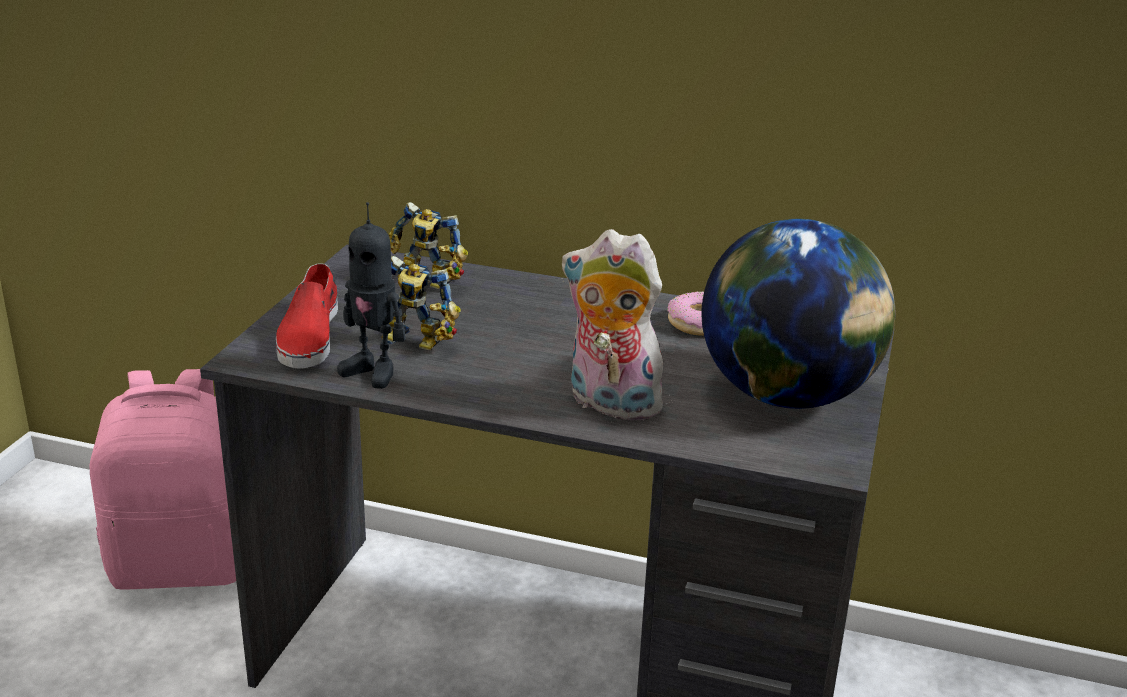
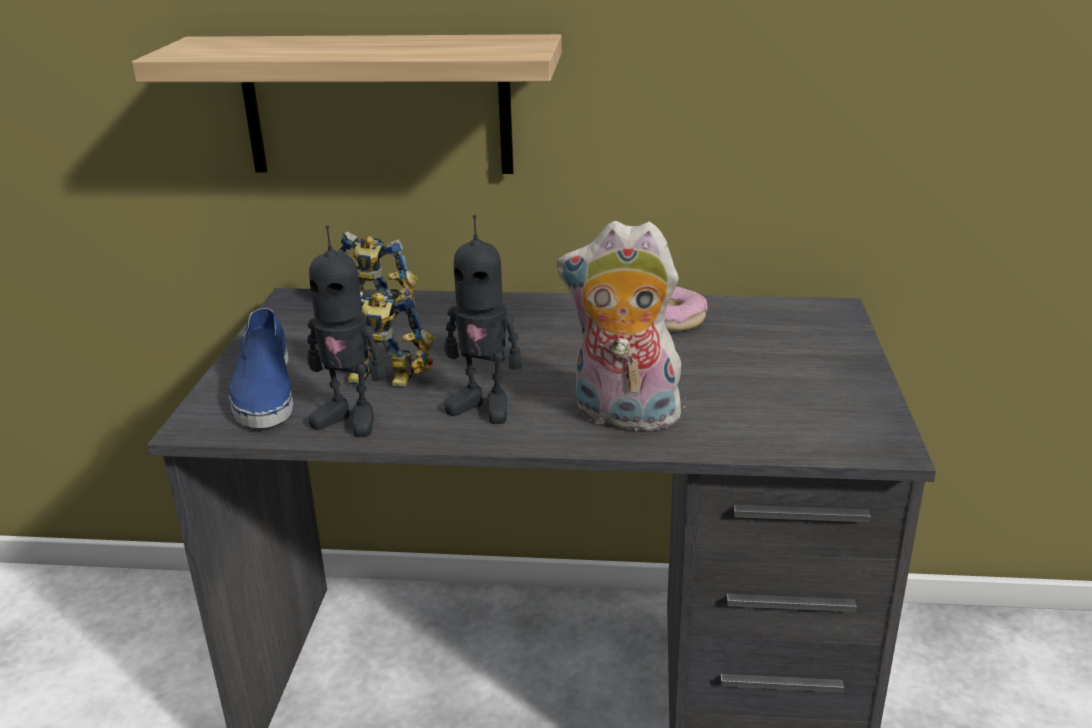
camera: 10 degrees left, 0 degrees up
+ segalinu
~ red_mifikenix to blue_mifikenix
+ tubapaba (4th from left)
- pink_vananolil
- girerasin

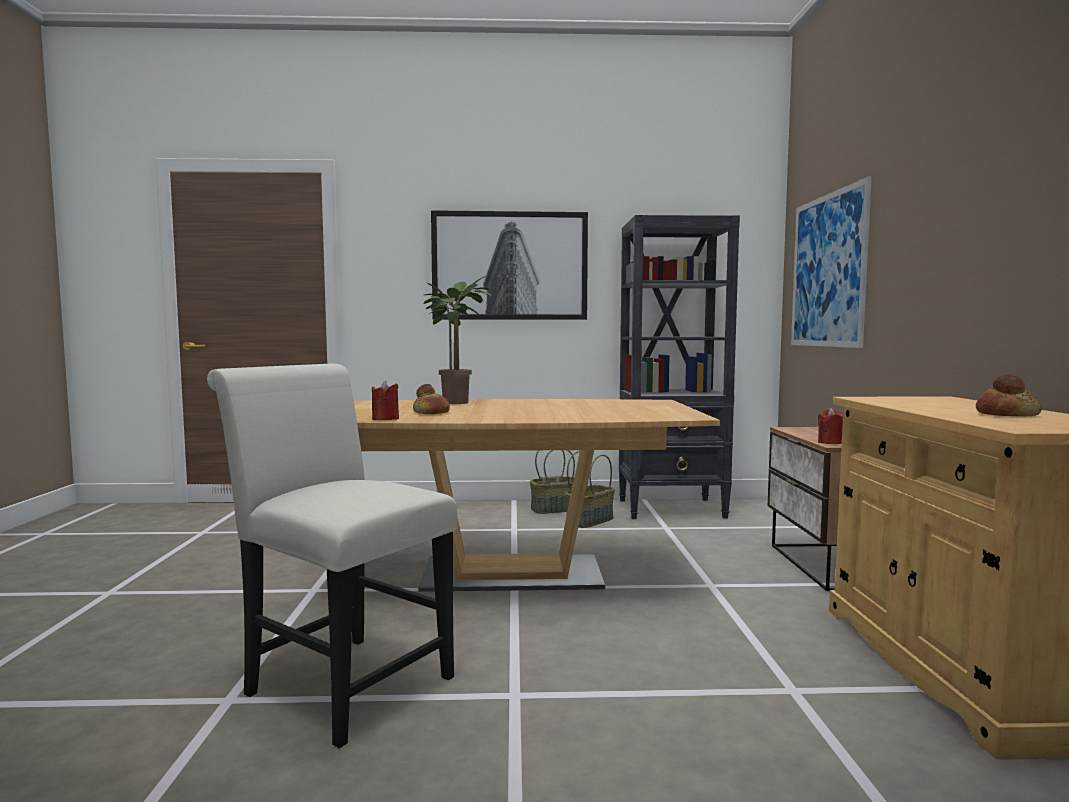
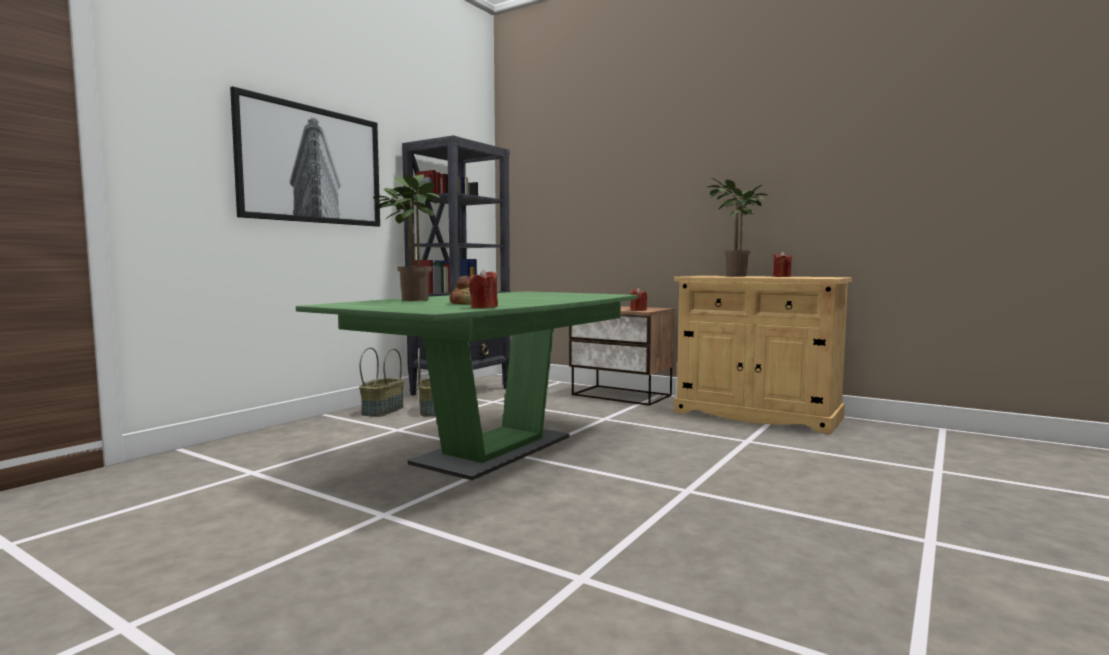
camera: 55 degrees left, 0 degrees up
~ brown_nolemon to green_nolemon
+ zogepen (2nd from left)
~ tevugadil (2nd from left) to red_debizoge (3rd from left)
- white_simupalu
- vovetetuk (2nd from left)

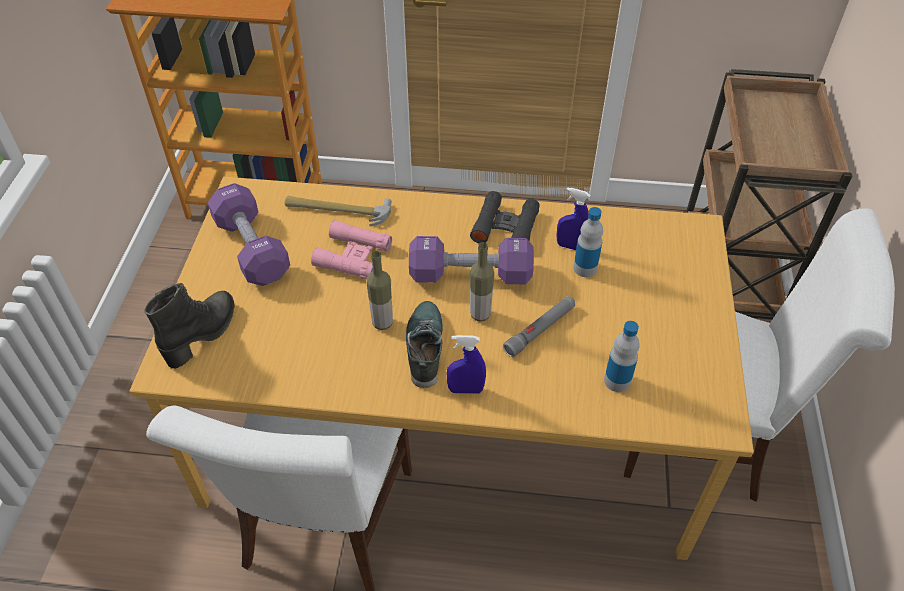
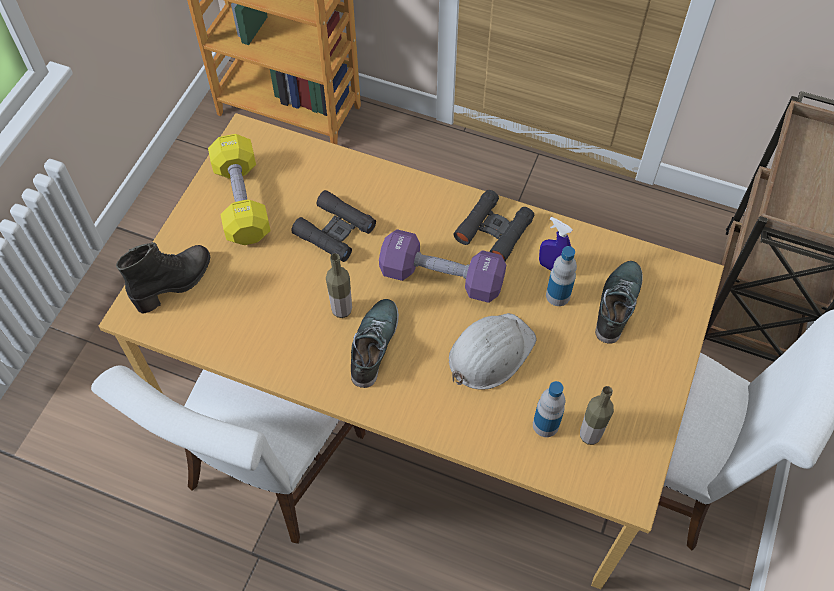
camera: 15 degrees right, 10 degrees up
~ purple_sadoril (1st from left) to yellow_sadoril
~ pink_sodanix to black_sodanix (1st from left)
~ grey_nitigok to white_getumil
~ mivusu (2nd from left in the first image) to mivusu (4th from left)
+ mifikenix (2nd from left)
- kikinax
- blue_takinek (1st from left)

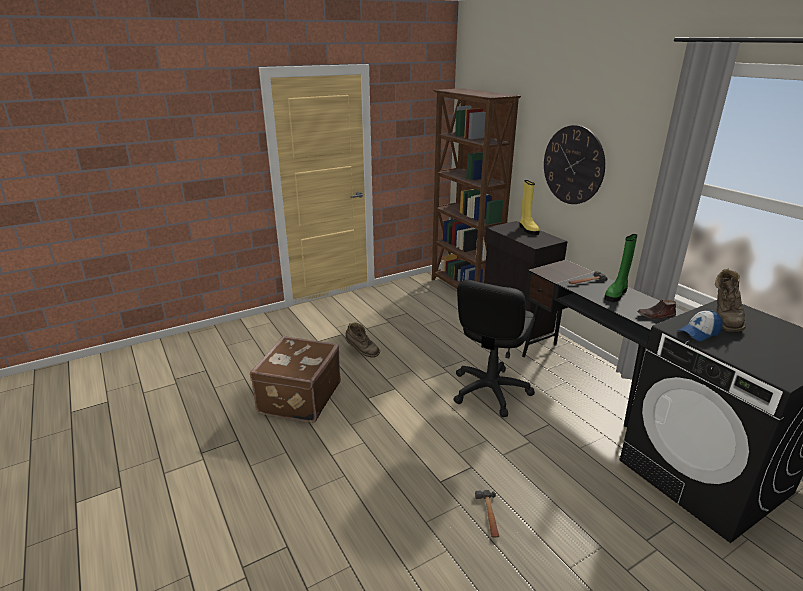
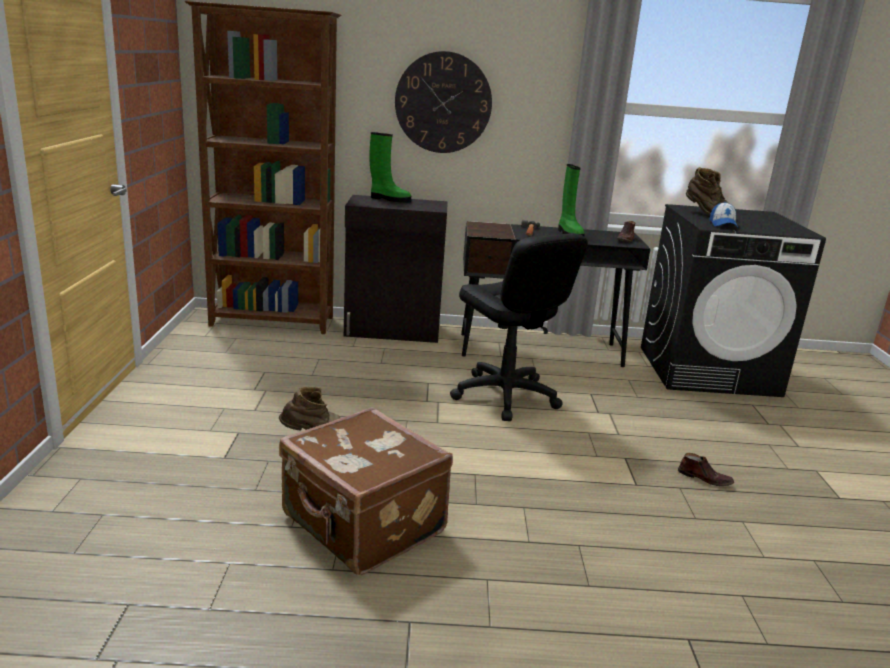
camera: 60 degrees left, 5 degrees down
~ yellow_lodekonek to green_lodekonek (1st from left)
~ kikinax (1st from left) to brown_mifikenix (2nd from left)

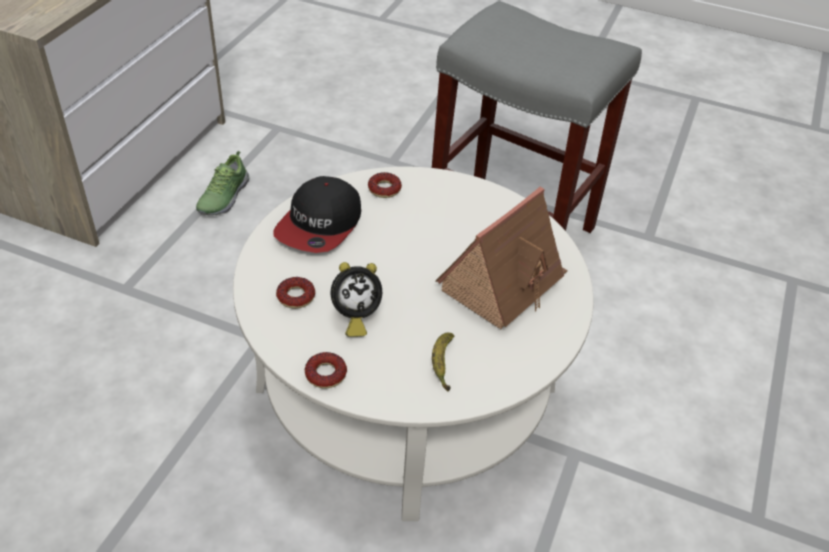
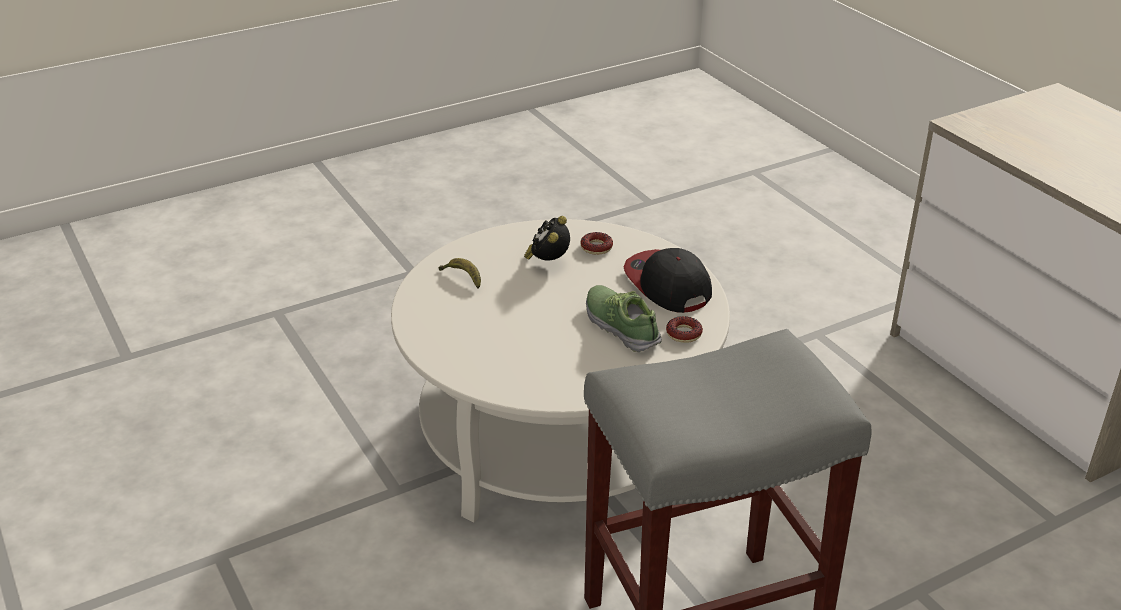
camera: 130 degrees right, 10 degrees down
~ mifikenix
- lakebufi (2nd from left)
- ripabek

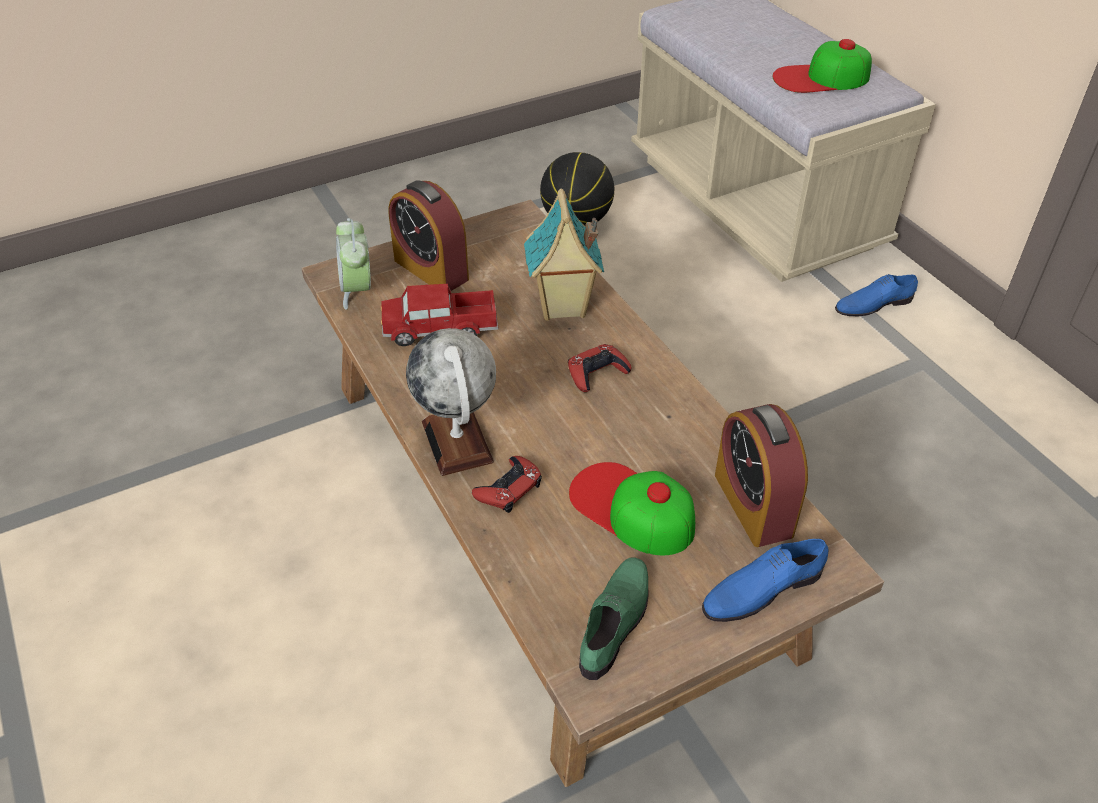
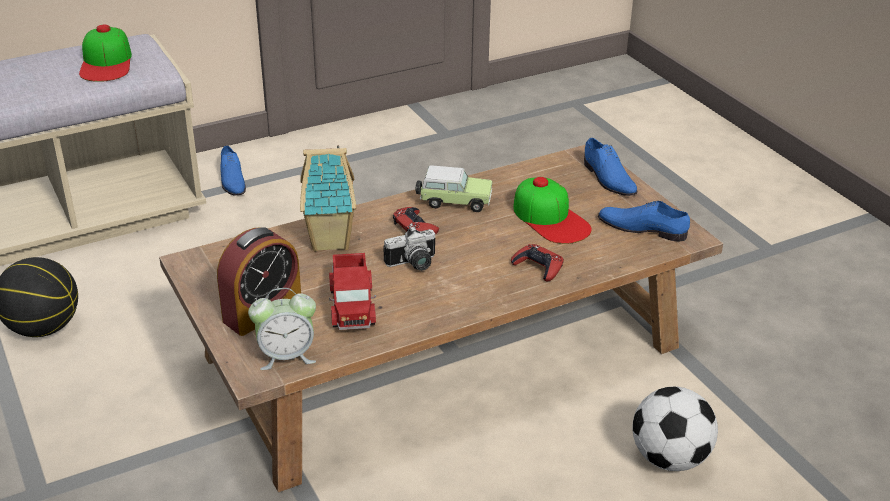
camera: 90 degrees left, 10 degrees down
+ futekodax
+ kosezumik
~ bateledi (1st from left in the first image) 75 degrees counterclockwise
~ green_mifikenix to blue_mifikenix (3rd from left)
+ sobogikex
- girerasin
- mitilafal (3rd from left)

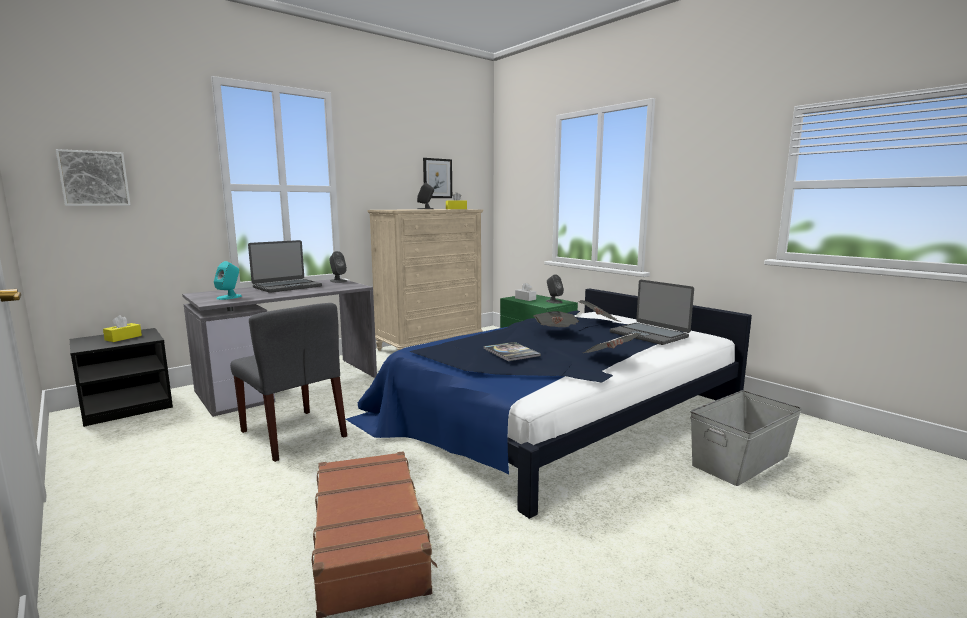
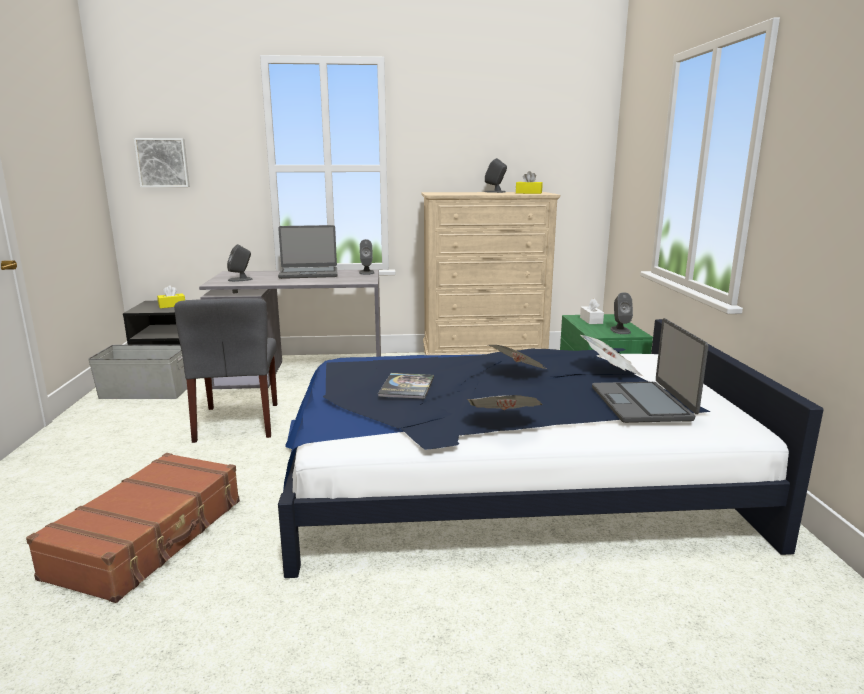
camera: 35 degrees right, 5 degrees up
~ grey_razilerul
~ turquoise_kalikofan to grey_kalikofan (1st from left)
- vovetetuk (2nd from left)

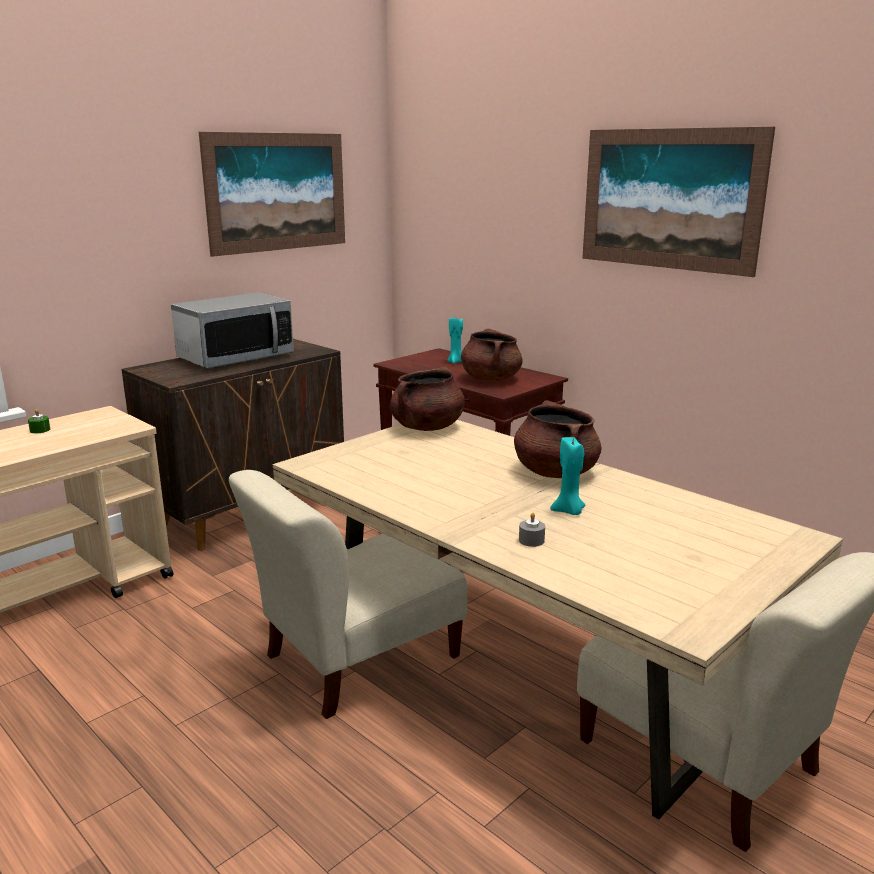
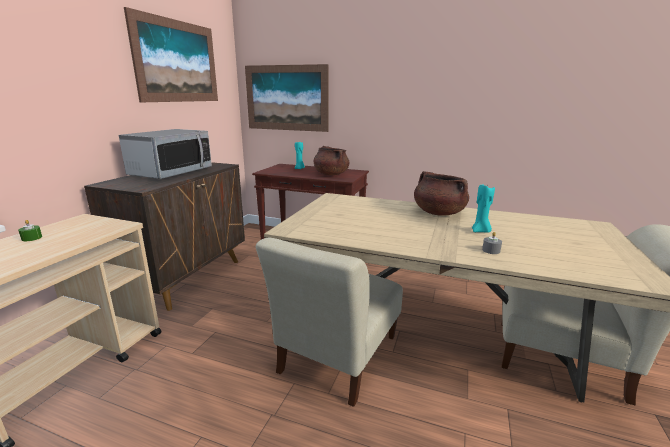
camera: 25 degrees left, 0 degrees up
~ vovetetuk (2nd from left)
- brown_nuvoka (1st from left)

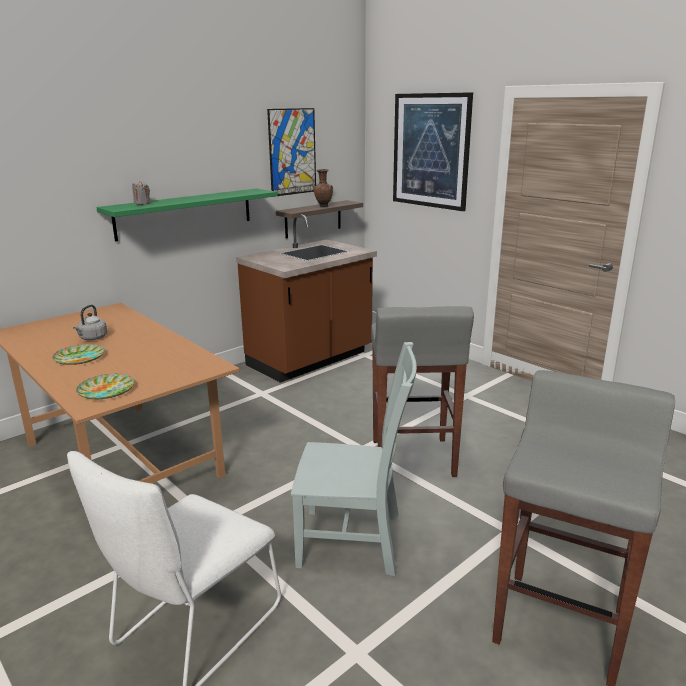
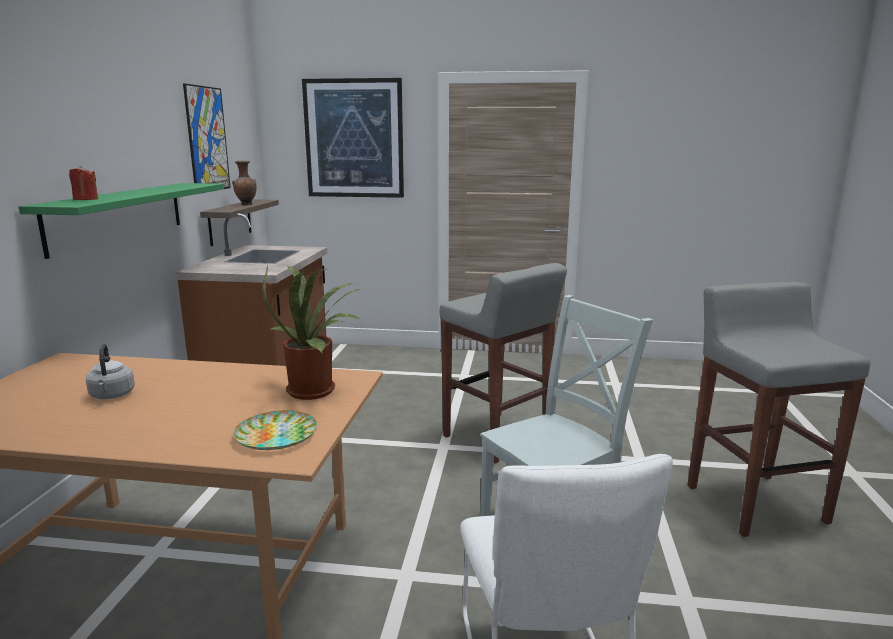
camera: 40 degrees left, 5 degrees down
~ grey_debizoge to red_debizoge
+ zogepen
- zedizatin (1st from left)

